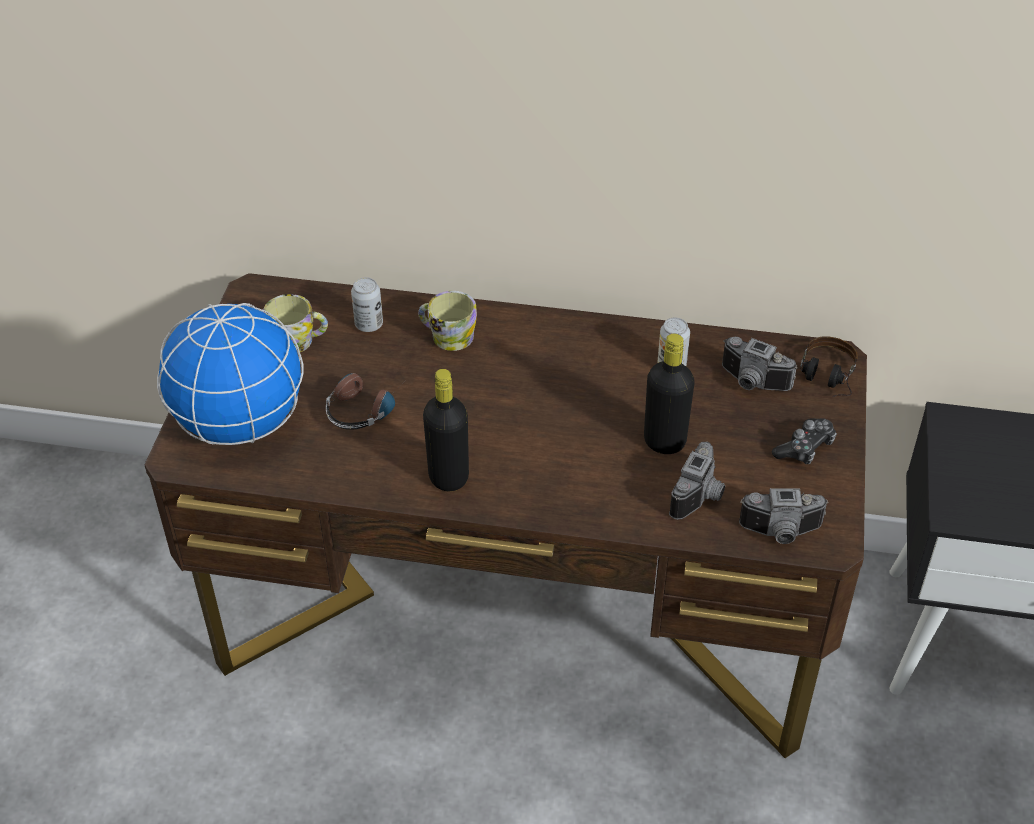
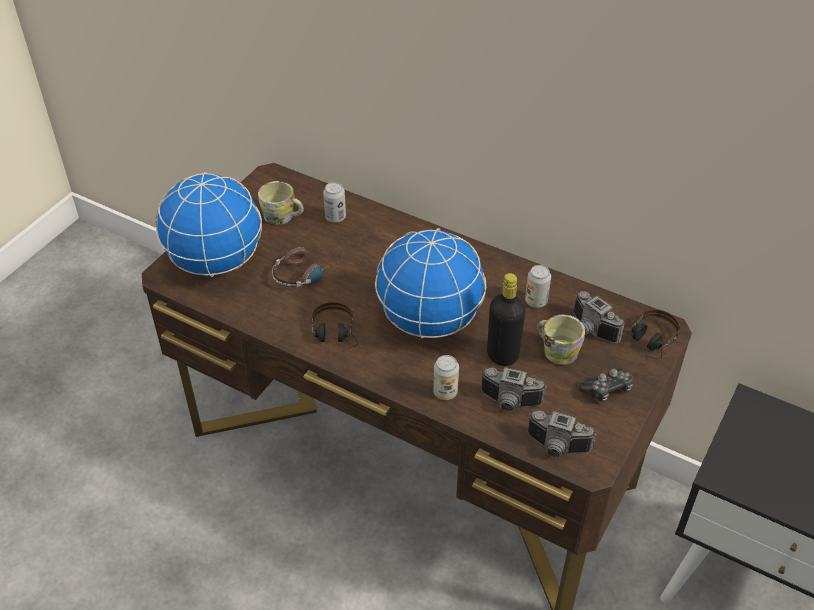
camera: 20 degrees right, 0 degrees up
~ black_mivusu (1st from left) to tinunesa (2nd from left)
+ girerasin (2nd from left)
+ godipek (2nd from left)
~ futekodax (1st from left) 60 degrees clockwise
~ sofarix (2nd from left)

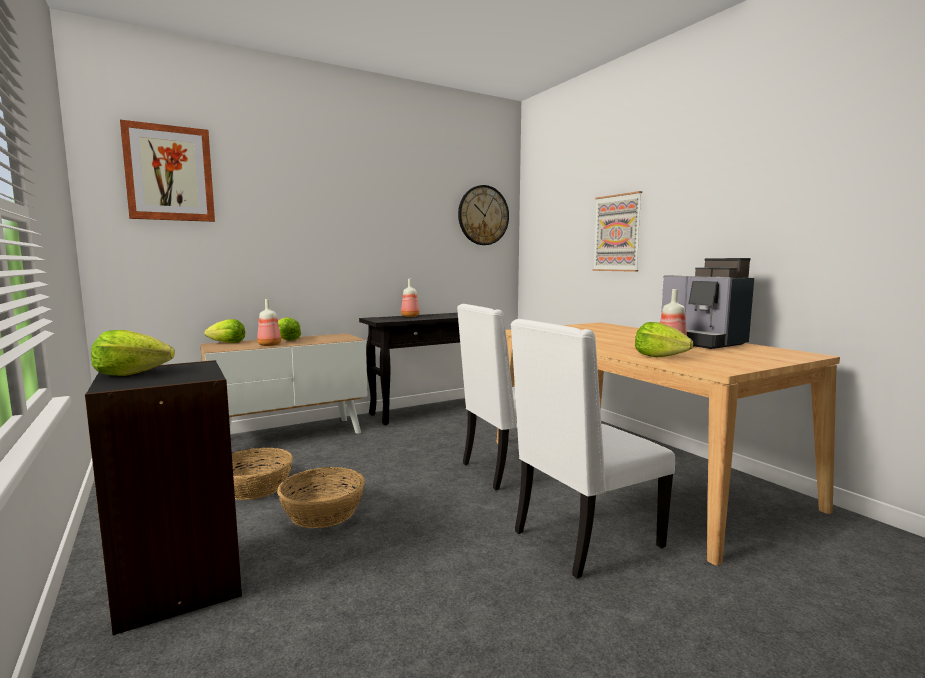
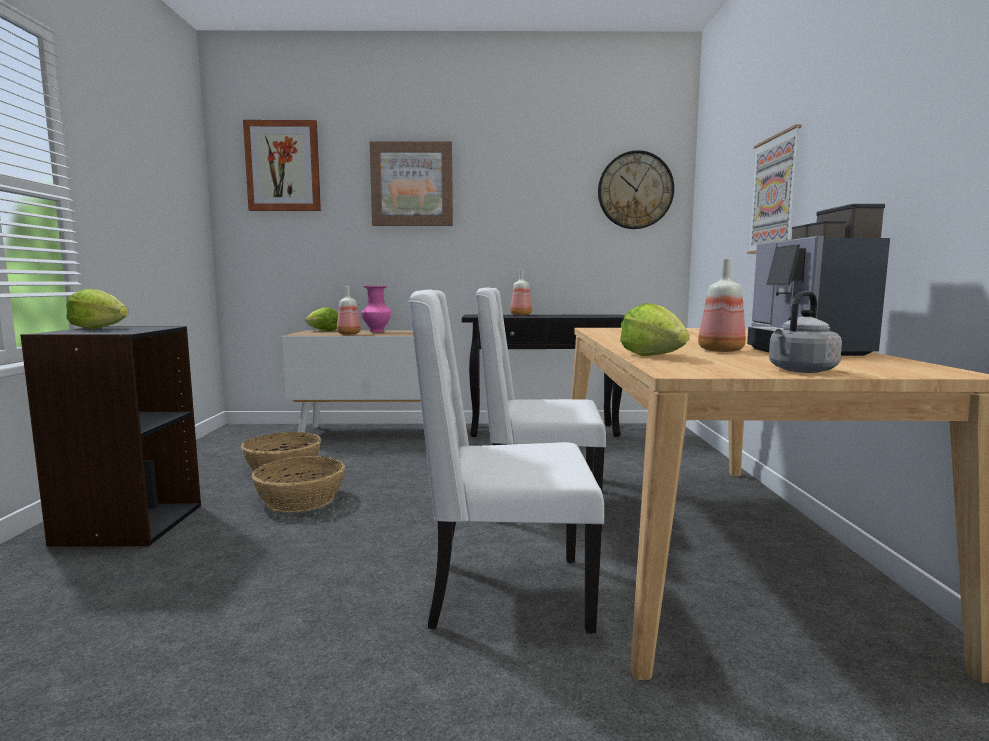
camera: 30 degrees right, 0 degrees up
~ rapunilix (3rd from left) to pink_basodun
+ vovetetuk (2nd from left)
+ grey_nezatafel

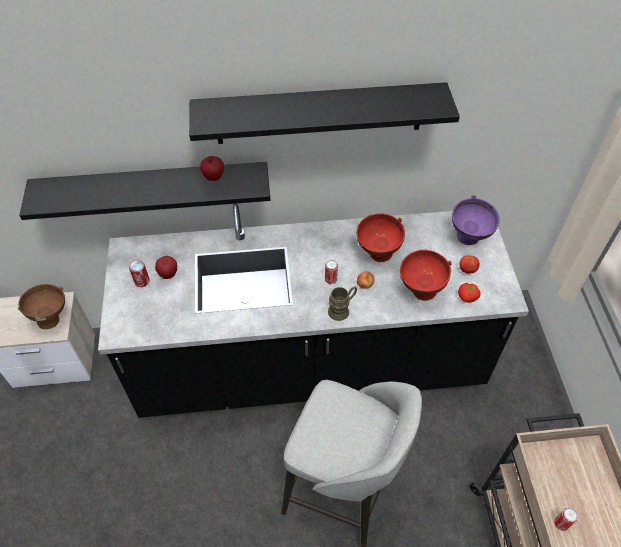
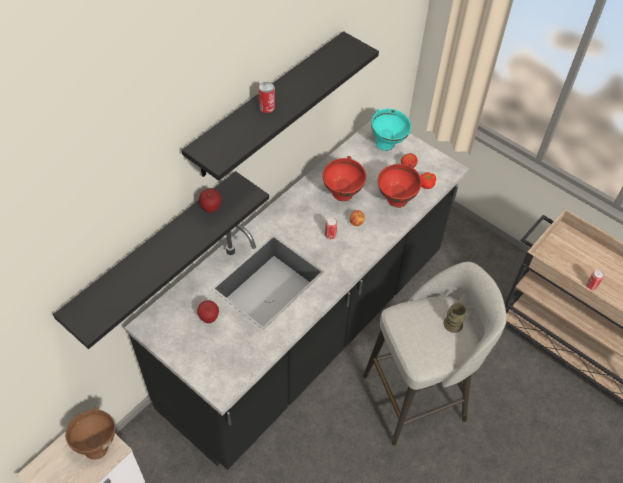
camera: 45 degrees left, 0 degrees up
~ godipek (1st from left)
~ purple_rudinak to turquoise_rudinak
~ brown_sofarix

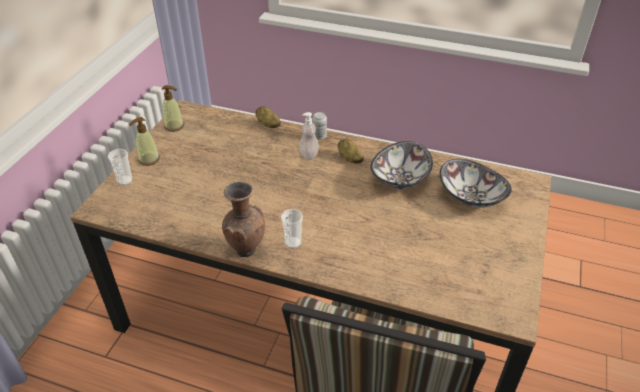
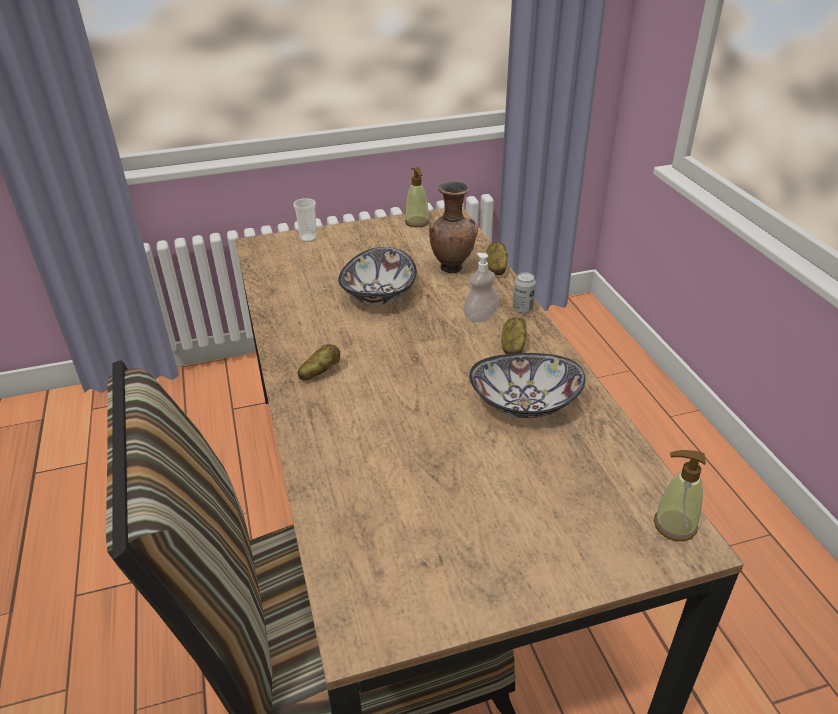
camera: 55 degrees right, 5 degrees down
~ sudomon (2nd from left) to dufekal (1st from left)
~ rudinak (2nd from left in the first image) to rudinak (1st from left)
~ brown_basodun
~ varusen (1st from left in the first image) to varusen (3rd from left)

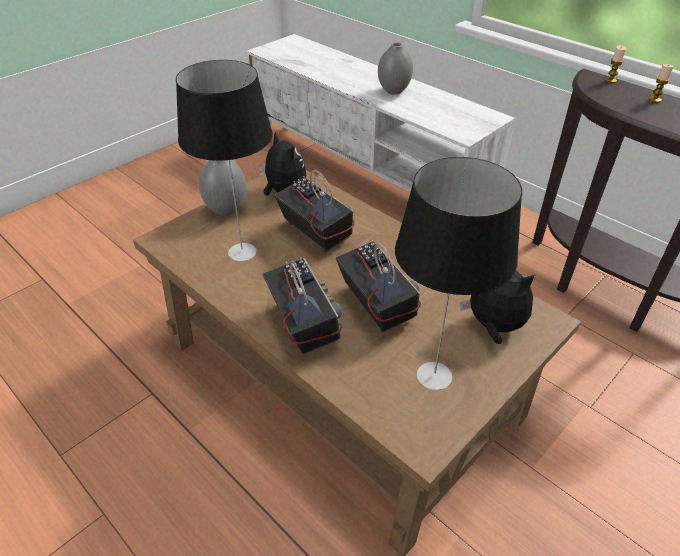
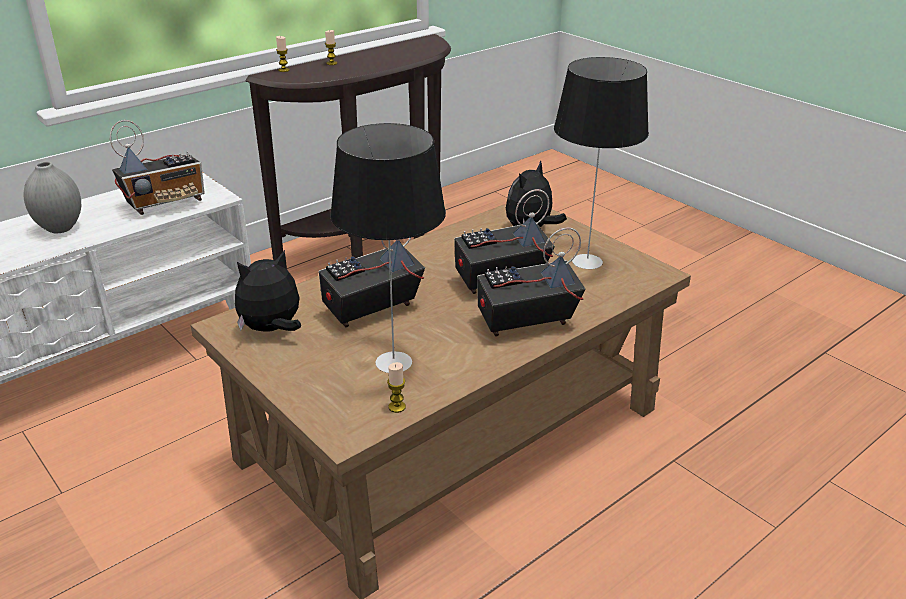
camera: 85 degrees left, 10 degrees down
+ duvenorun (1st from left)
+ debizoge (3rd from left)
- grey_basodun (1st from left)

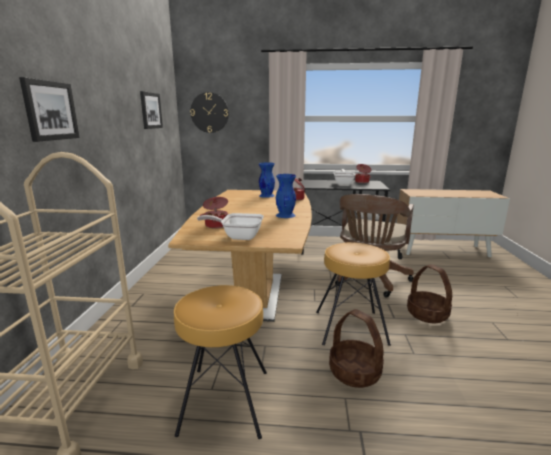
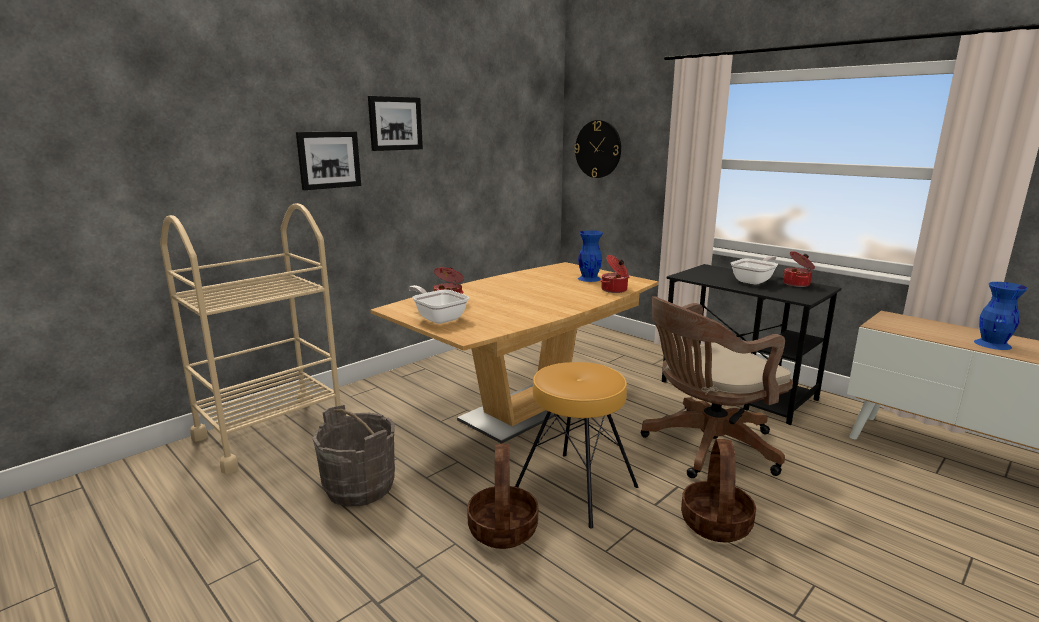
camera: 40 degrees right, 0 degrees up
~ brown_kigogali (1st from left) to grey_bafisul
~ vovetetuk (2nd from left)
~ blue_basodun (2nd from left)

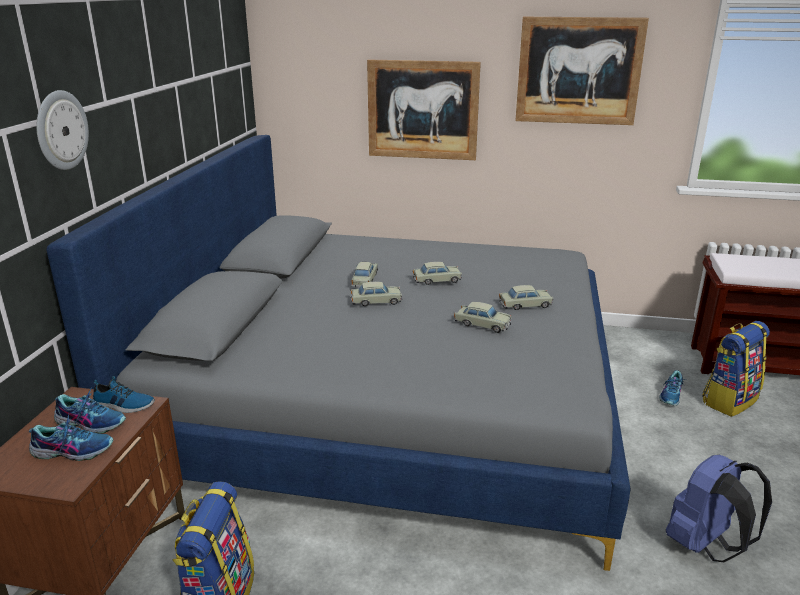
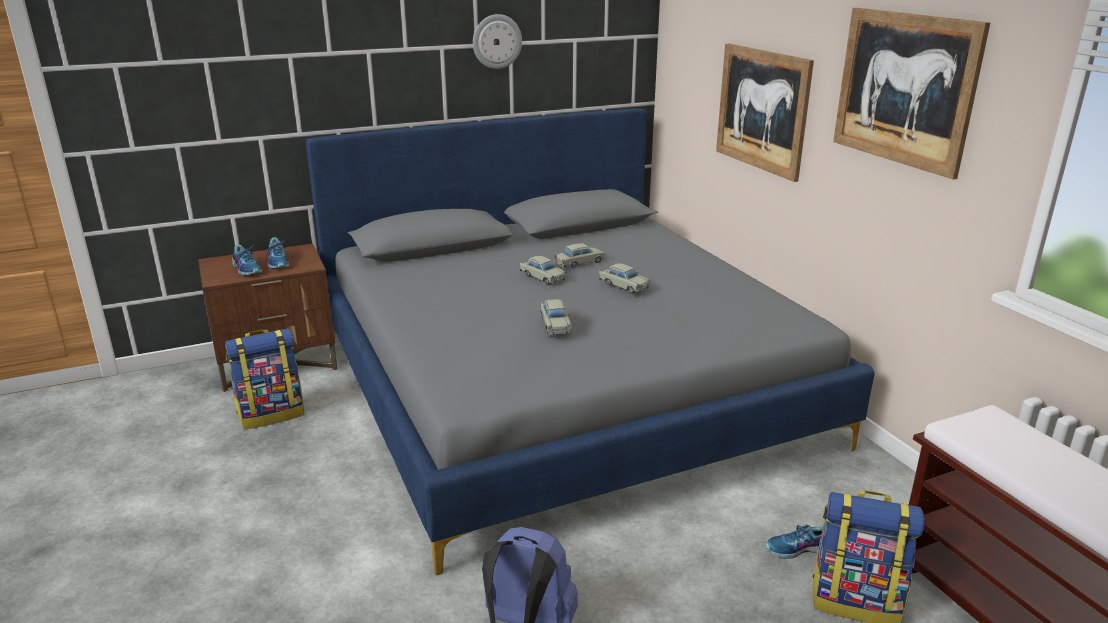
camera: 55 degrees right, 0 degrees up
~ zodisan
- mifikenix (3rd from left)
- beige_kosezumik (5th from left)

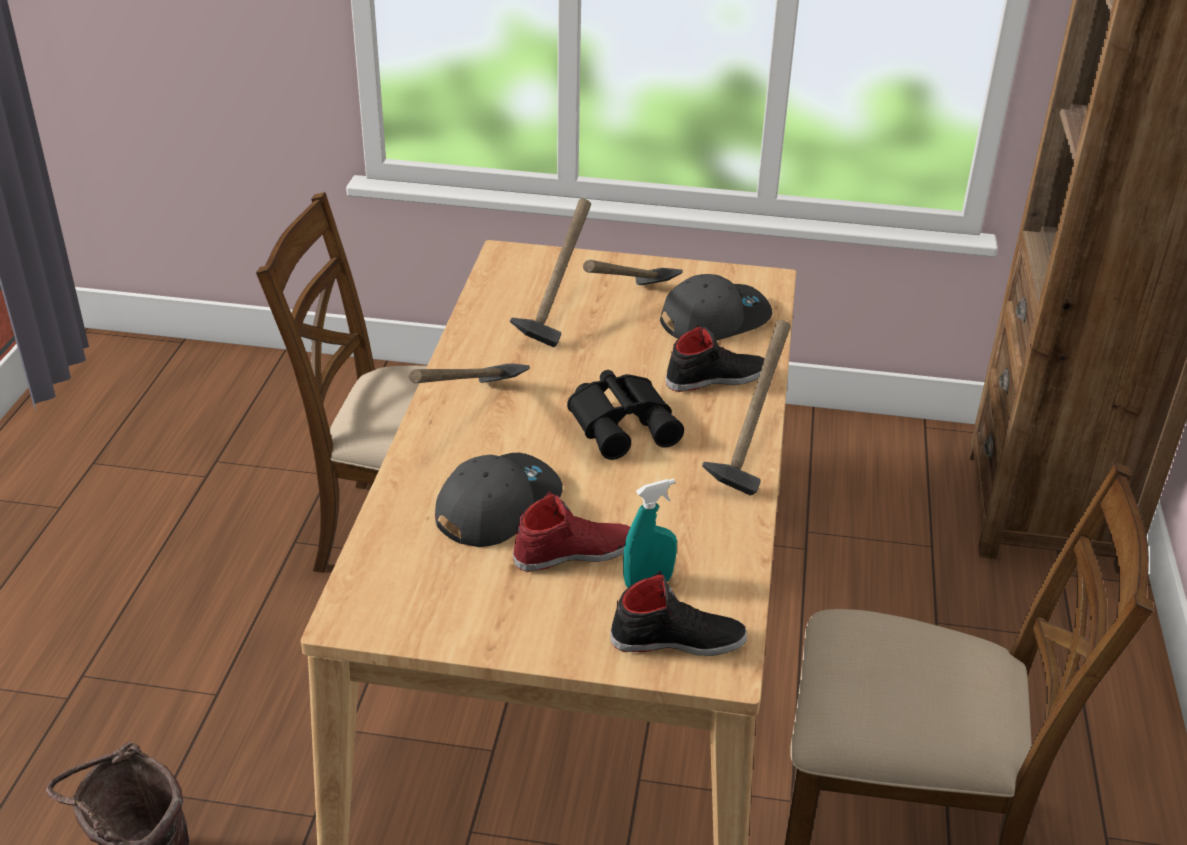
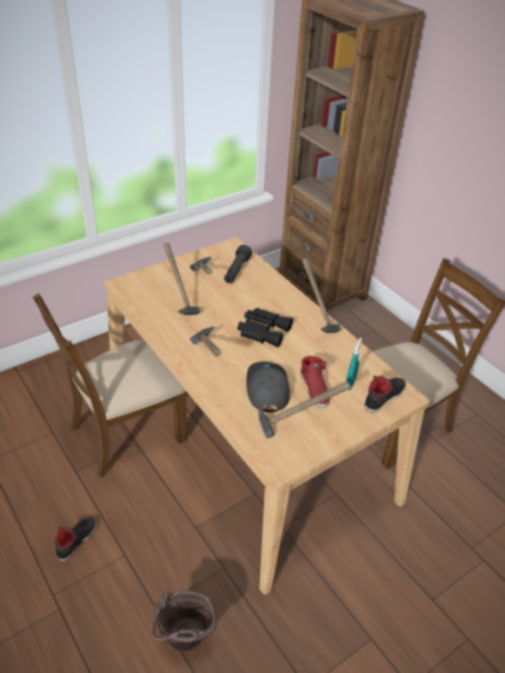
camera: 45 degrees left, 5 degrees up
~ black_mifikenix (2nd from left in the first image) to black_mifikenix (1st from left)
~ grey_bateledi (2nd from left) to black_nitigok
+ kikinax (4th from left)
~ red_mifikenix 135 degrees clockwise

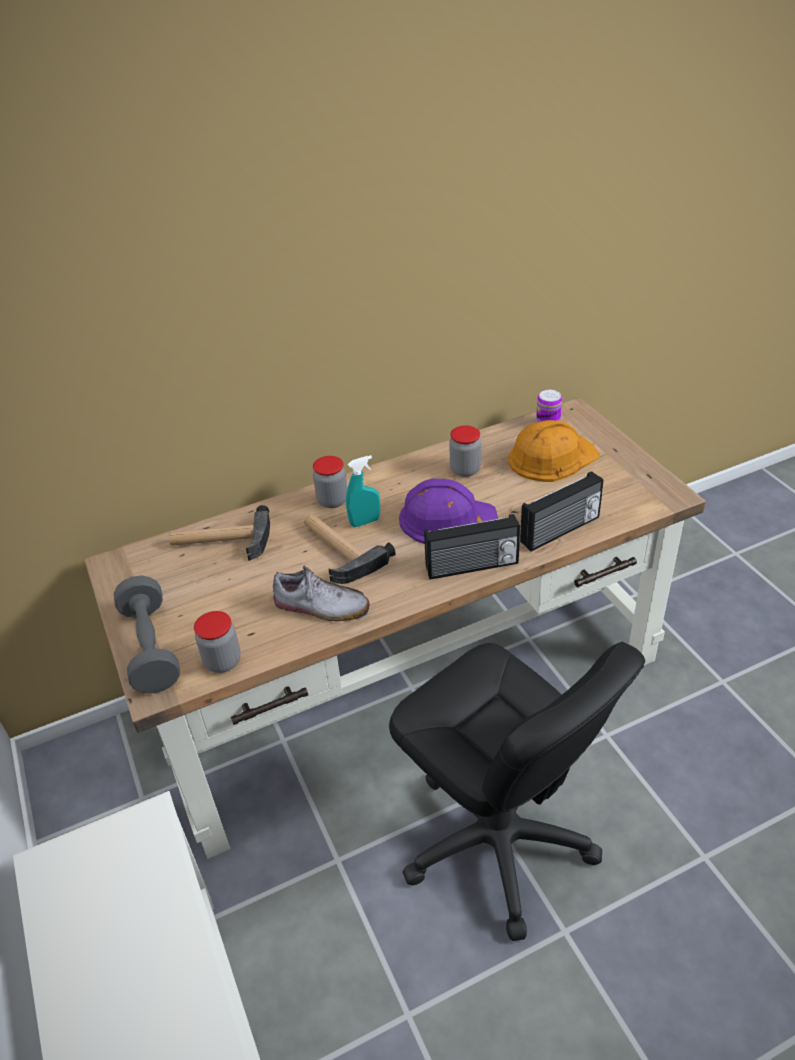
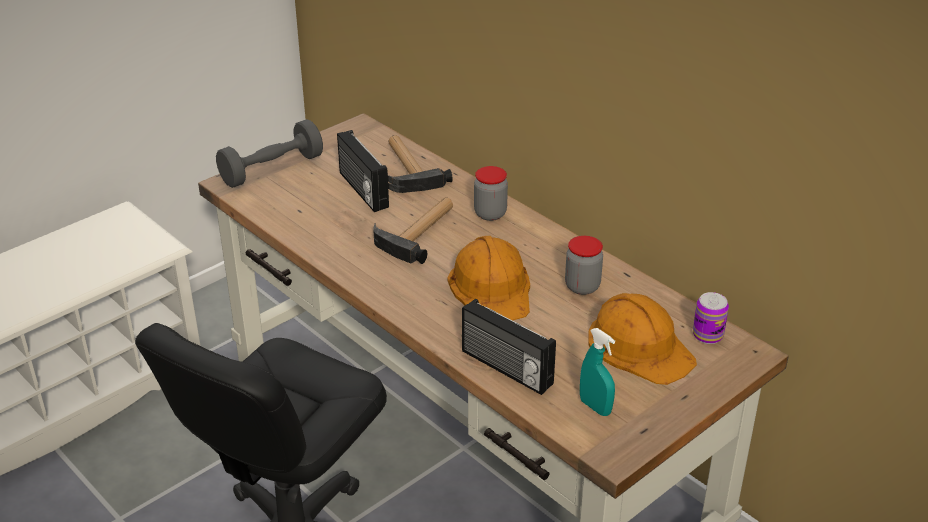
camera: 70 degrees right, 5 degrees down
~ duvenorun (1st from left)
~ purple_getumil to orange_getumil (1st from left)
~ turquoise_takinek
- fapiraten (1st from left)
- mifikenix

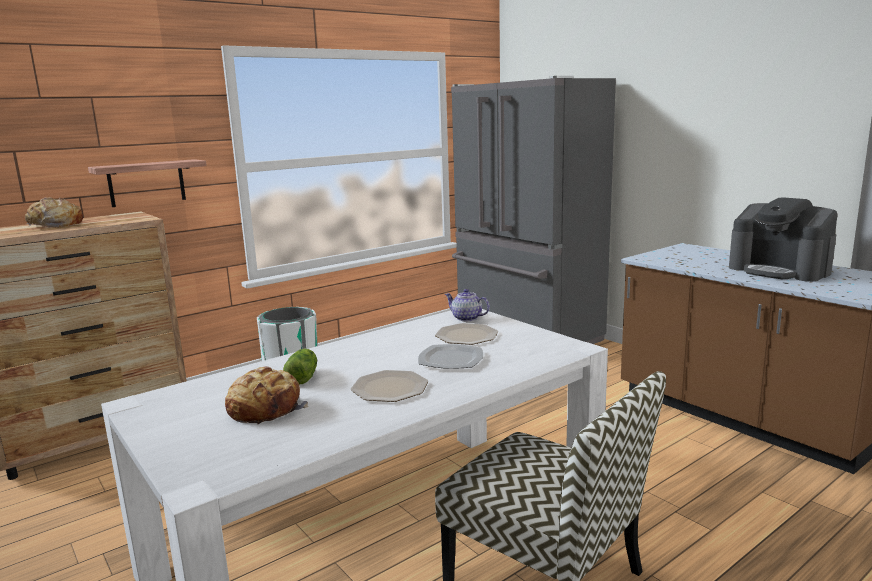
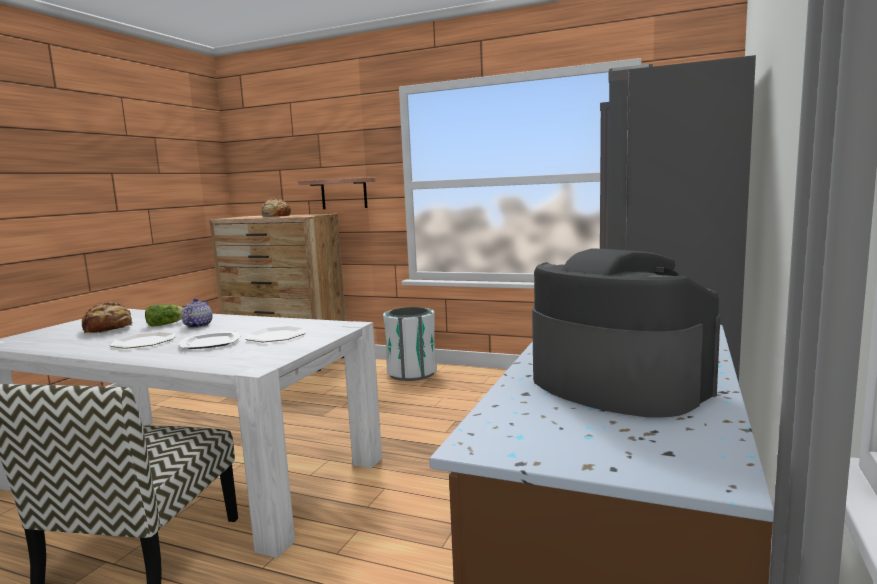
camera: 60 degrees right, 5 degrees down
~ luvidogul
~ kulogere 120 degrees clockwise

